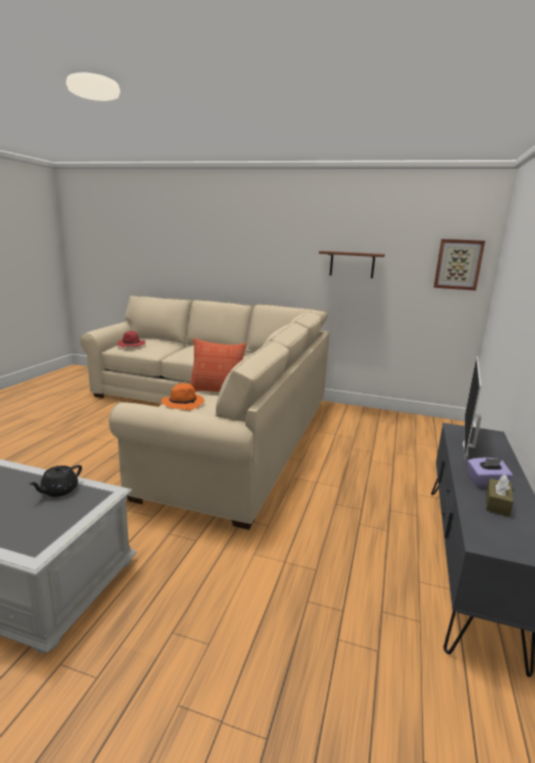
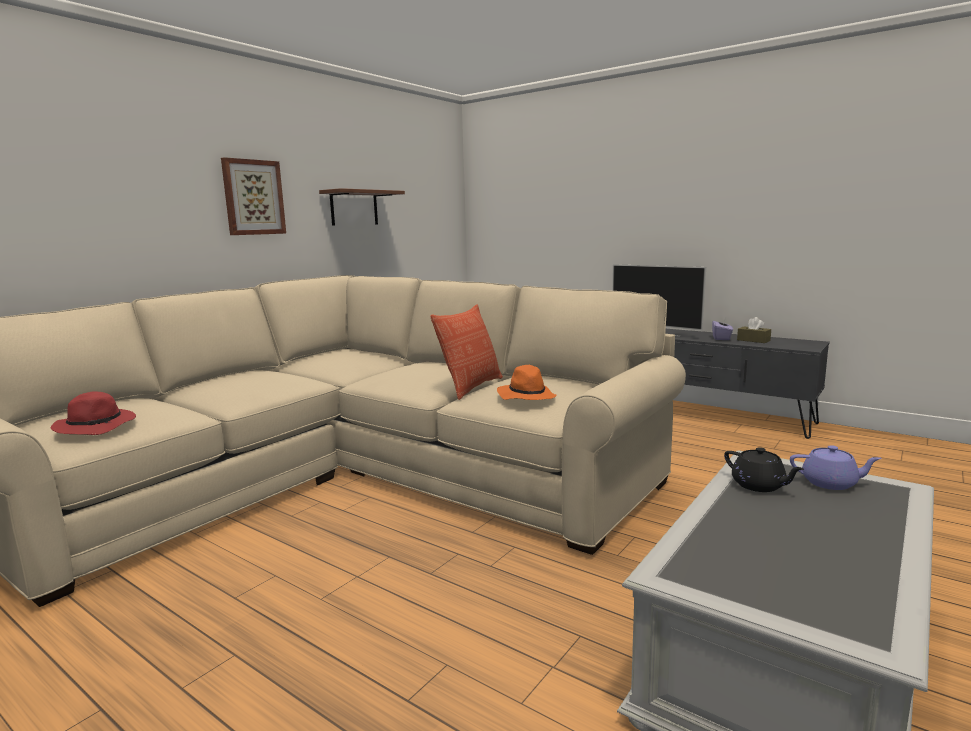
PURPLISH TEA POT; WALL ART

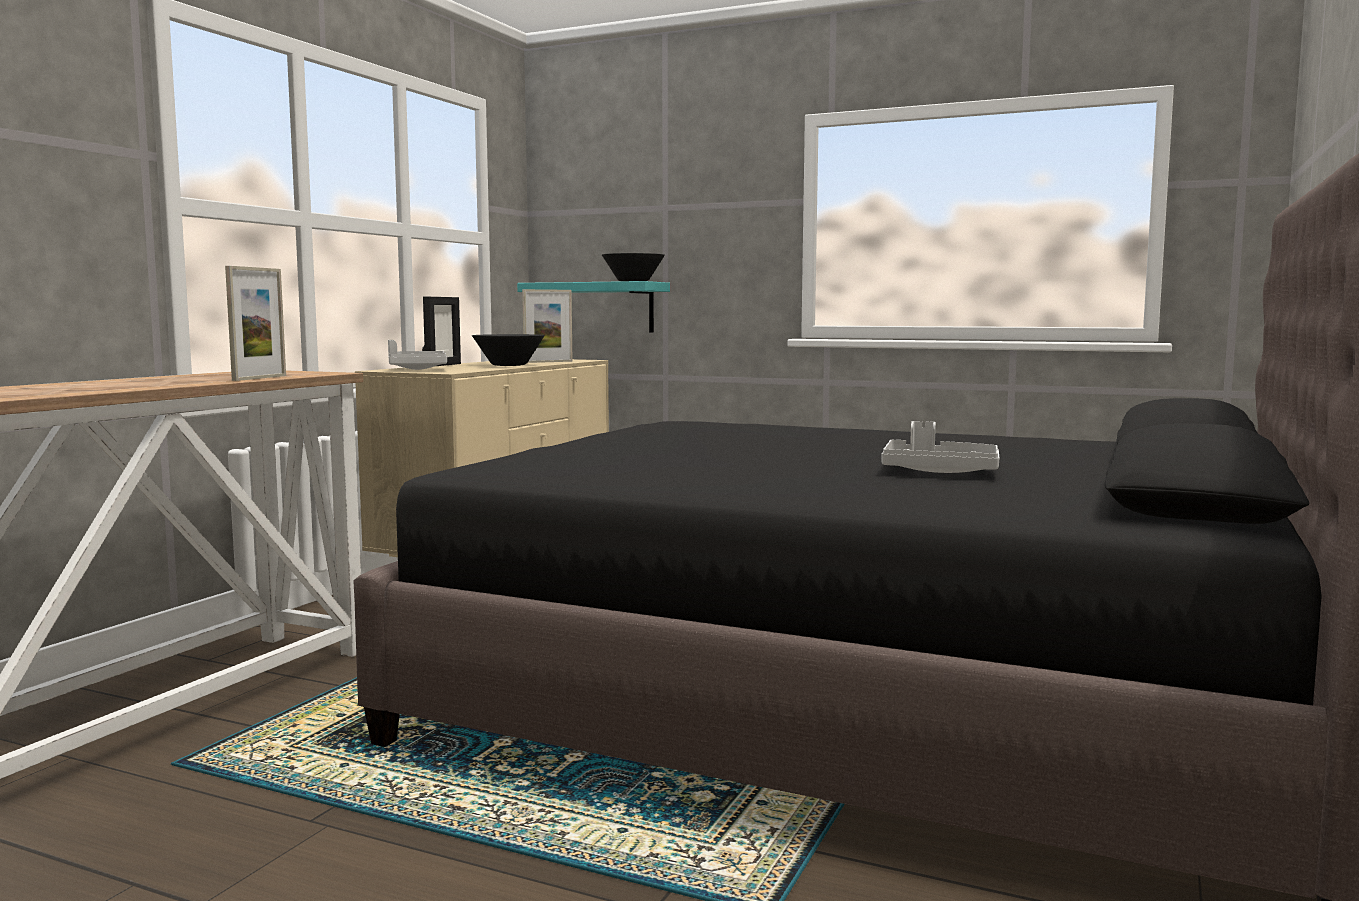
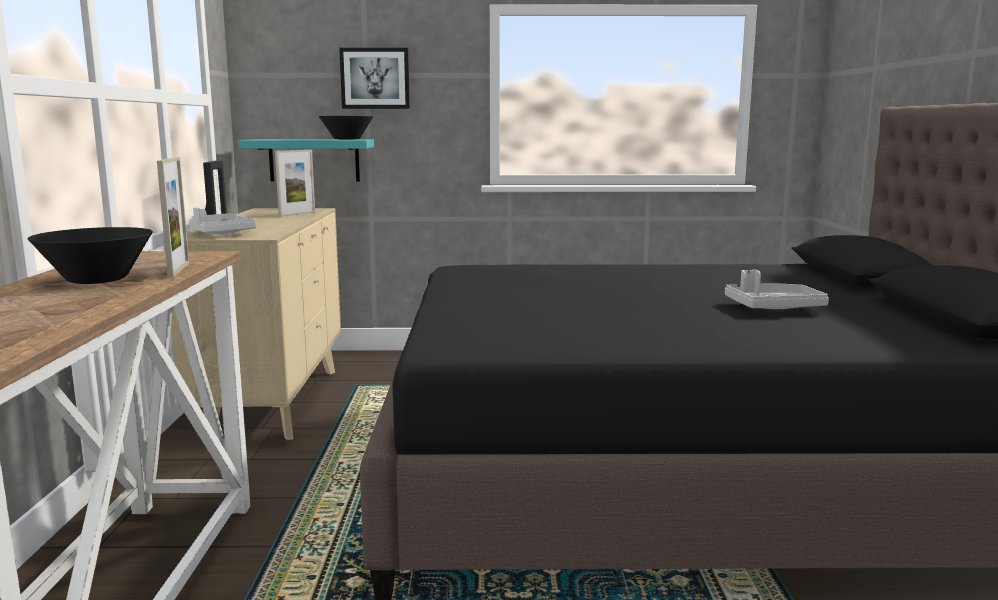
WALL ART; BLACK-COLOURED DEEP DISH (no. 1 from left)

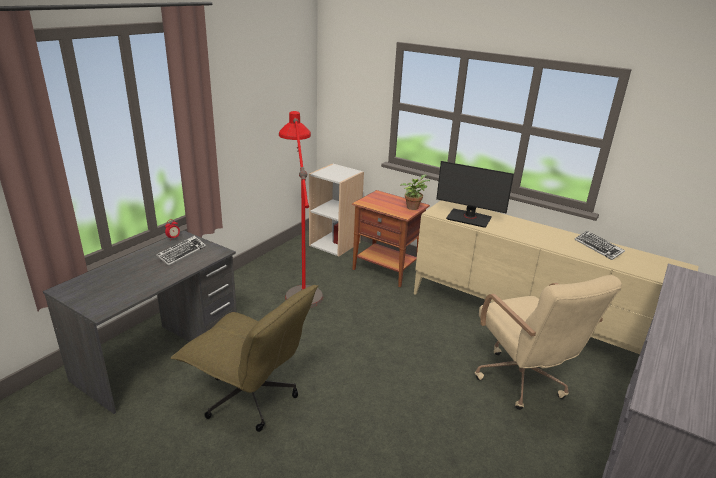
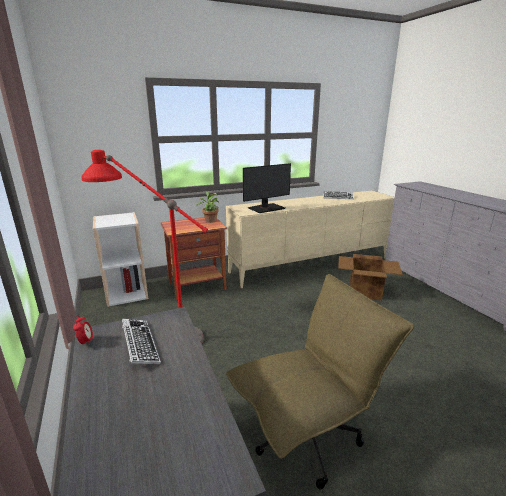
PACKING BOX

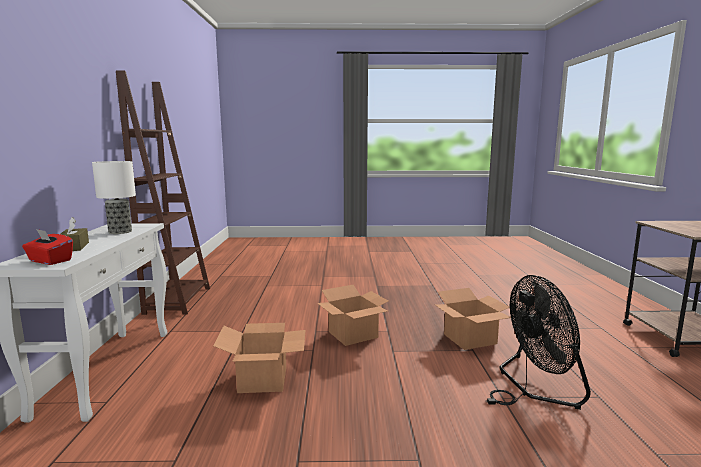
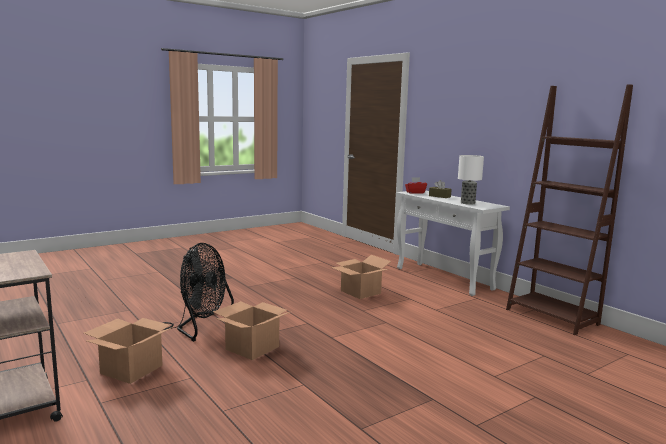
PACKING BOX (no. 1 from left); BLACK-COLOURED FAN

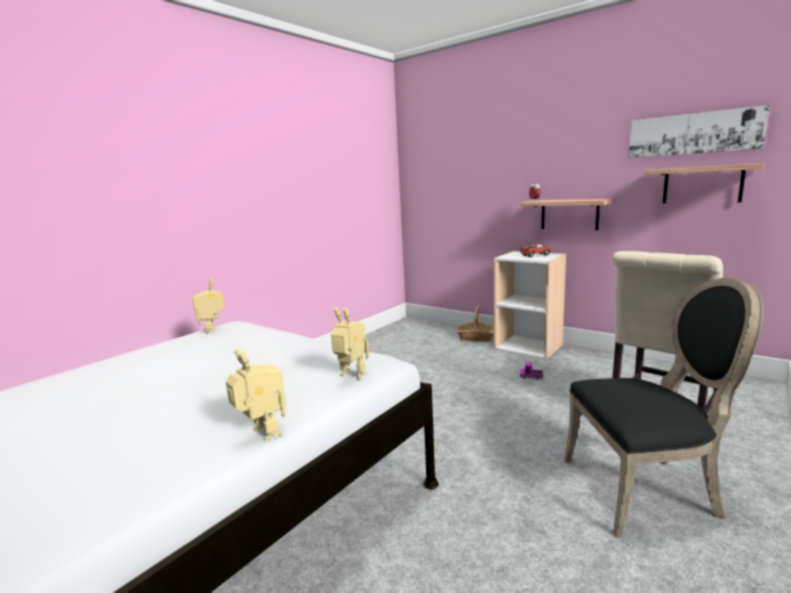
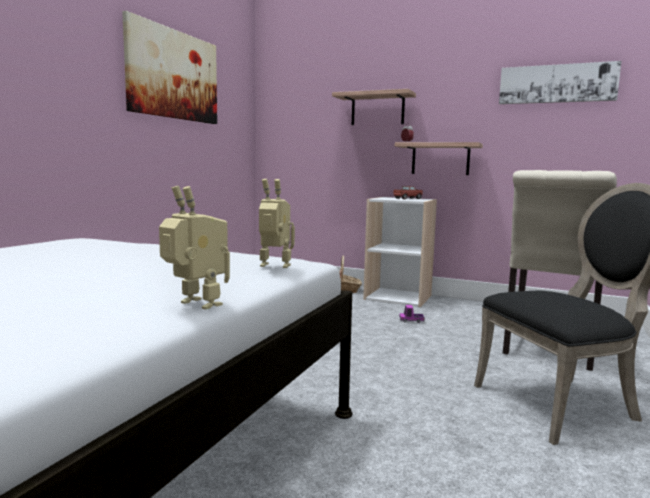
ROBOT FIGURE (no. 1 from left in the first image); WALL ART (no. 1 from left); SHELF (no. 1 from left)

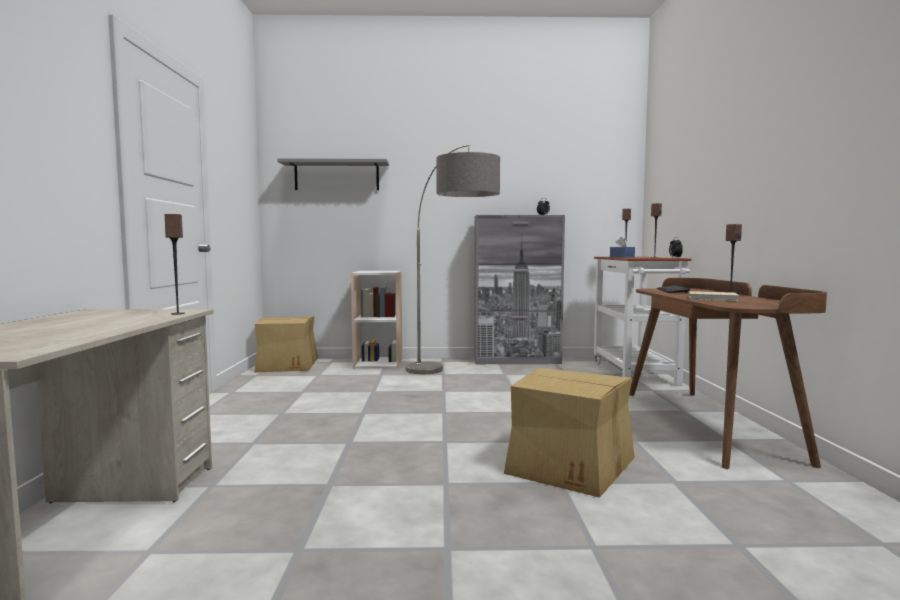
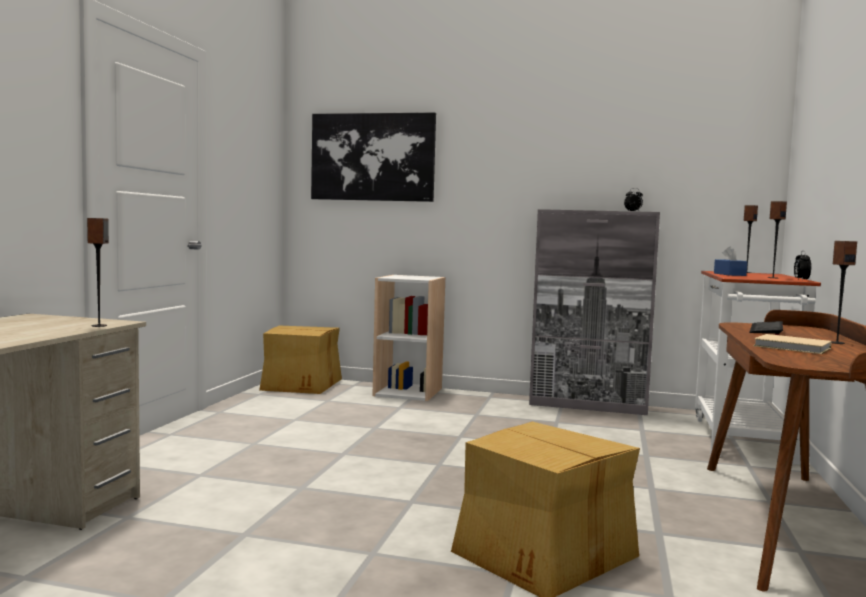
FLOOR LAMP; WALL ART

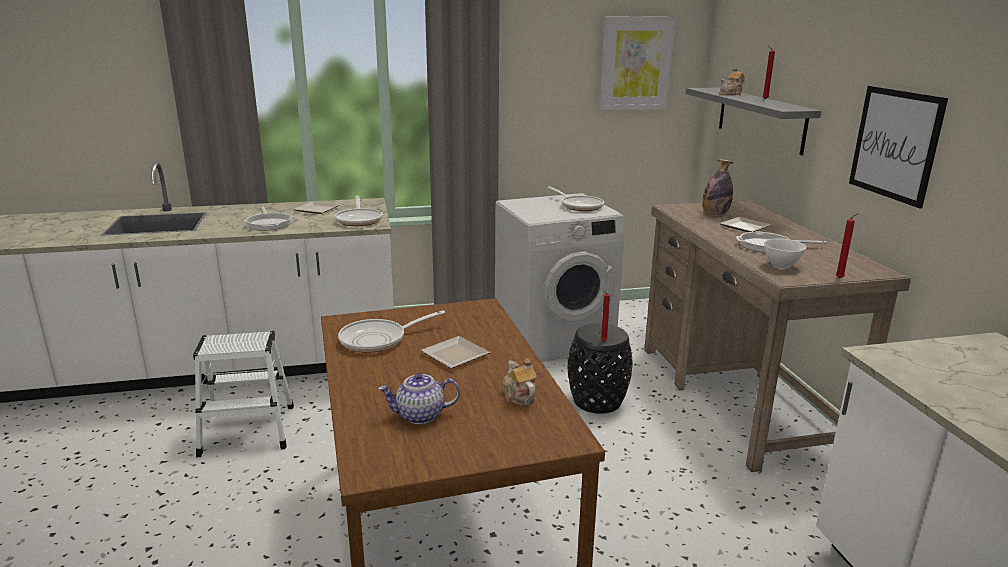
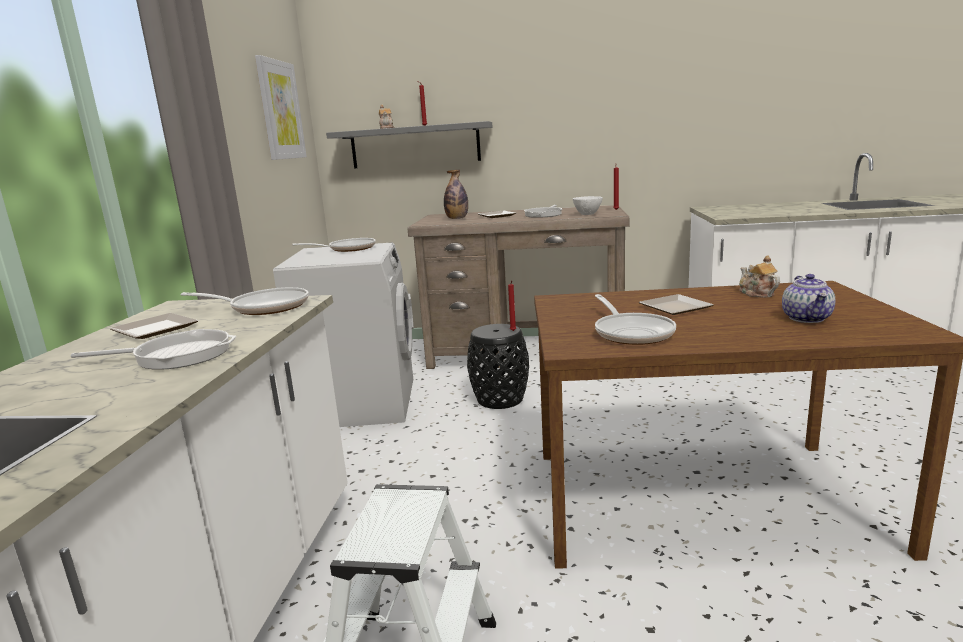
WALL ART (no. 2 from left in the first image); TEA POT (no. 2 from left)

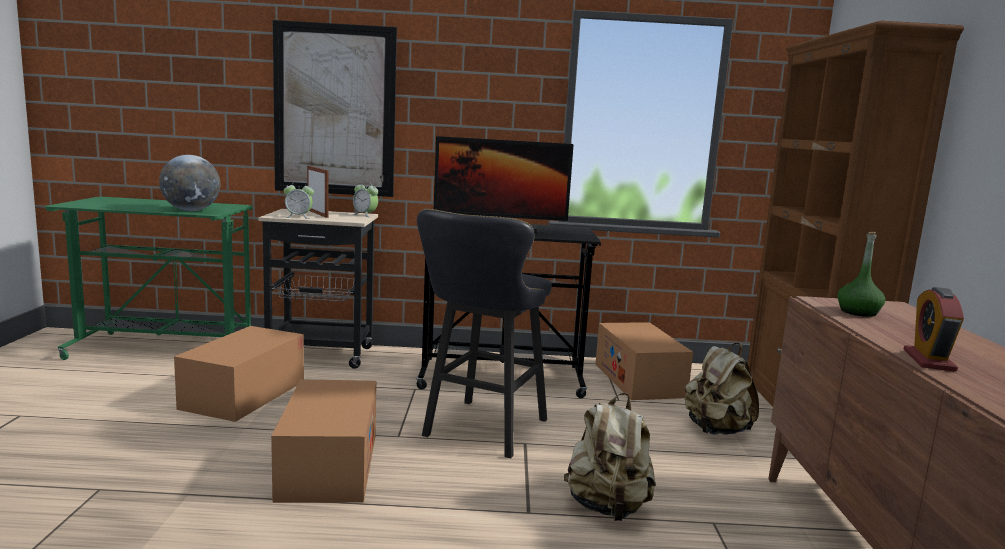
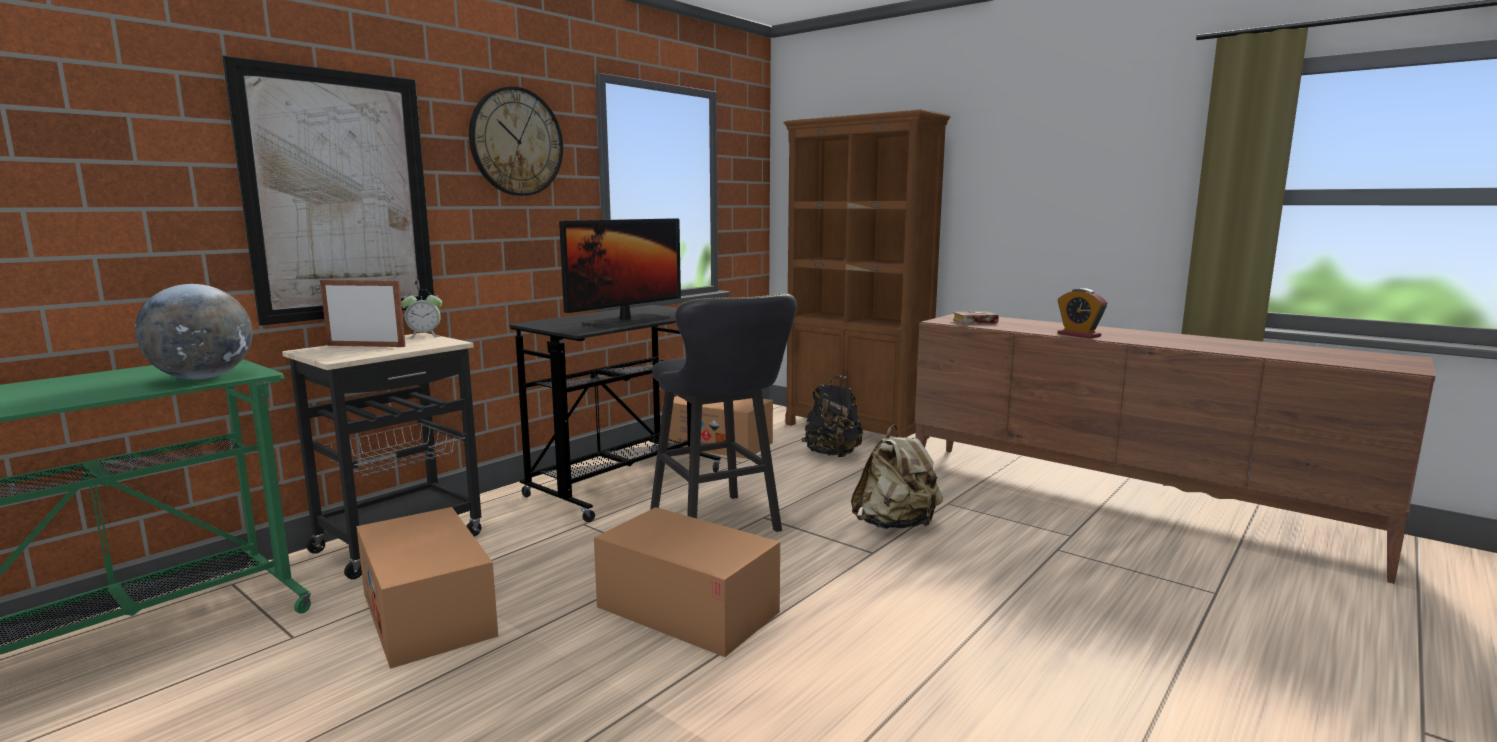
TABLE CLOCK (no. 1 from left in the first image); CLOCK ON THE WALL; VOLUME; BLACK-COLOURED KNAPSACK

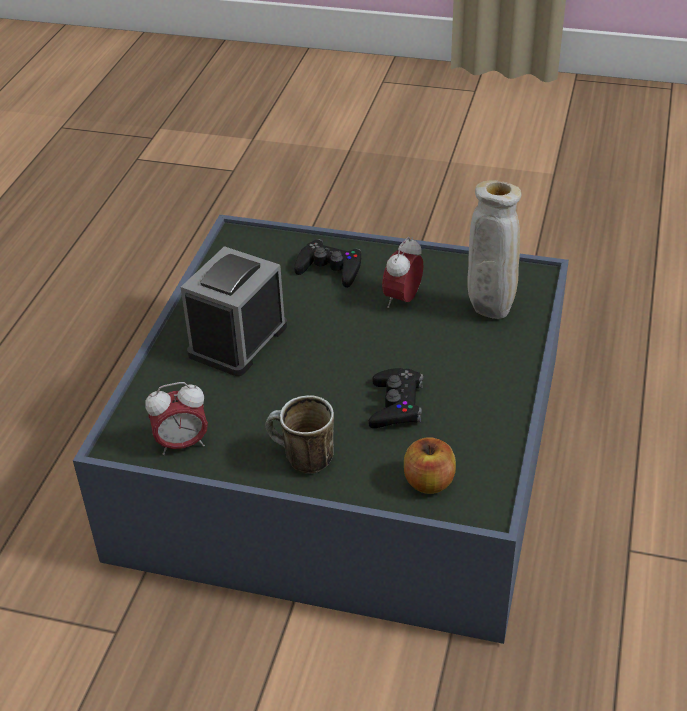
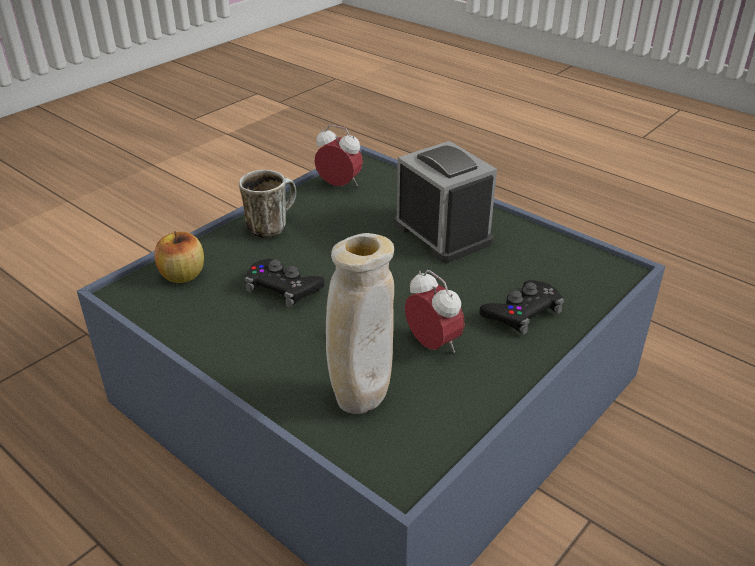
TABLE CLOCK (no. 1 from left)

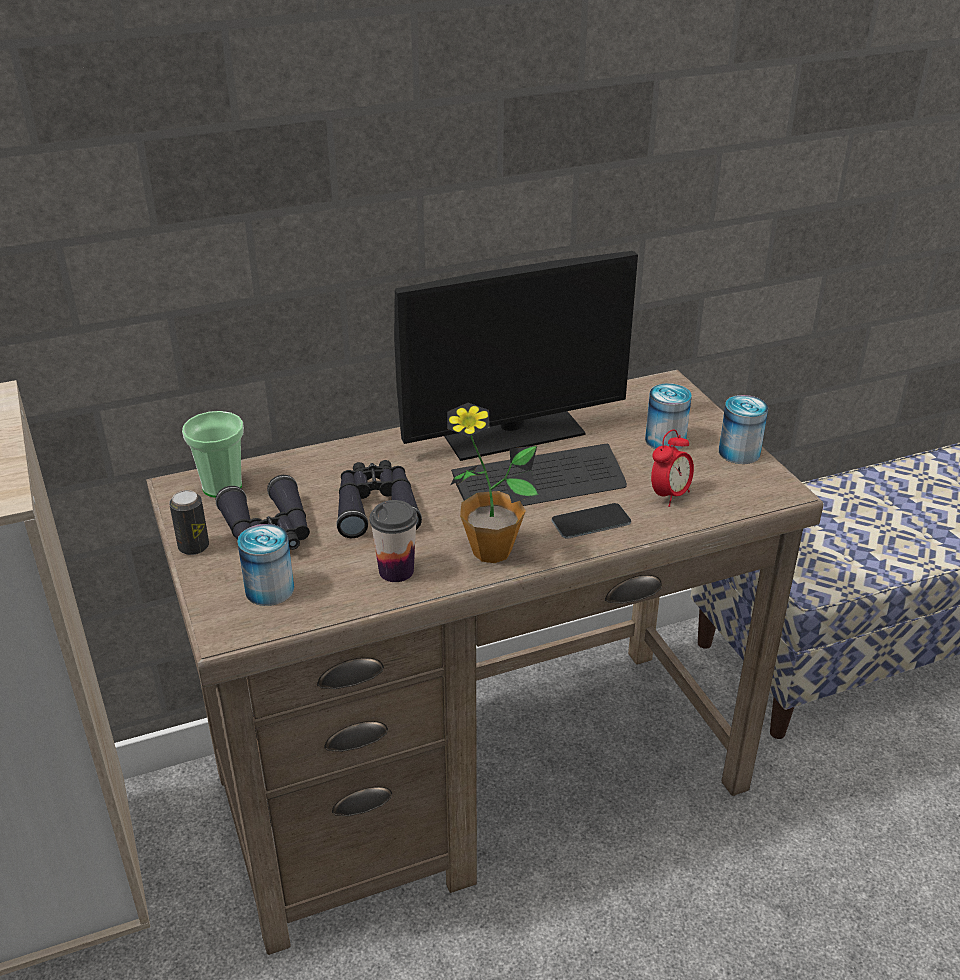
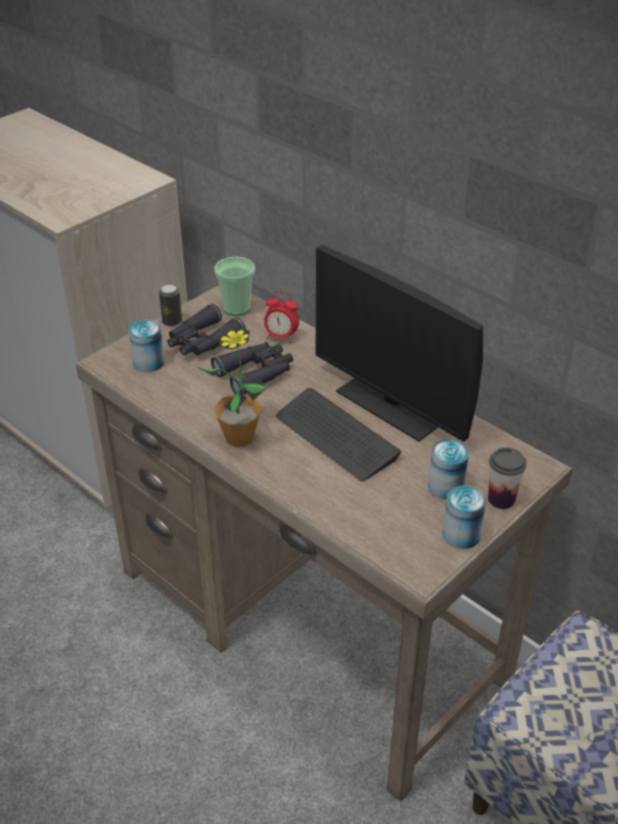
PHONE; SMALL CUP (no. 2 from left); TABLE CLOCK

